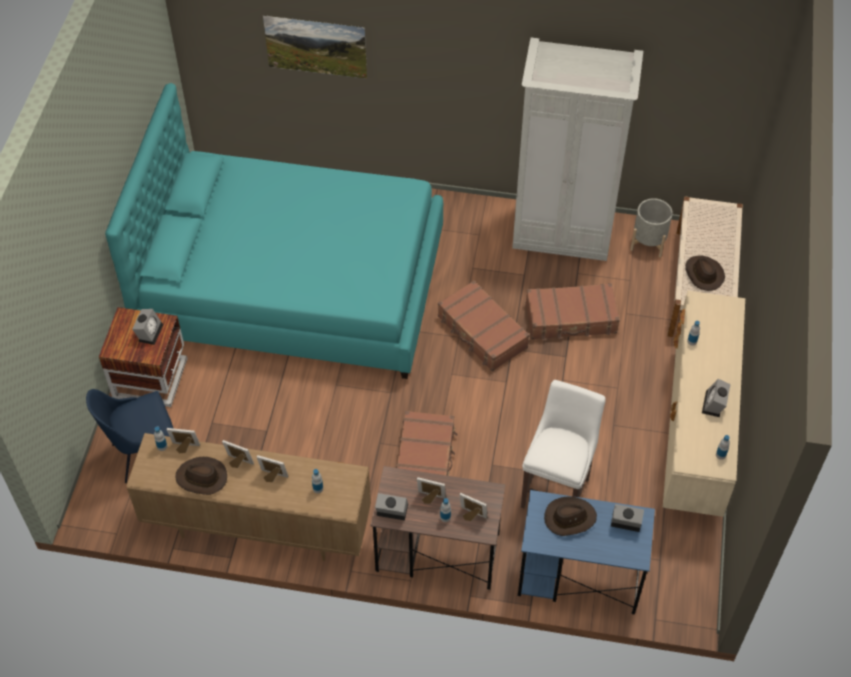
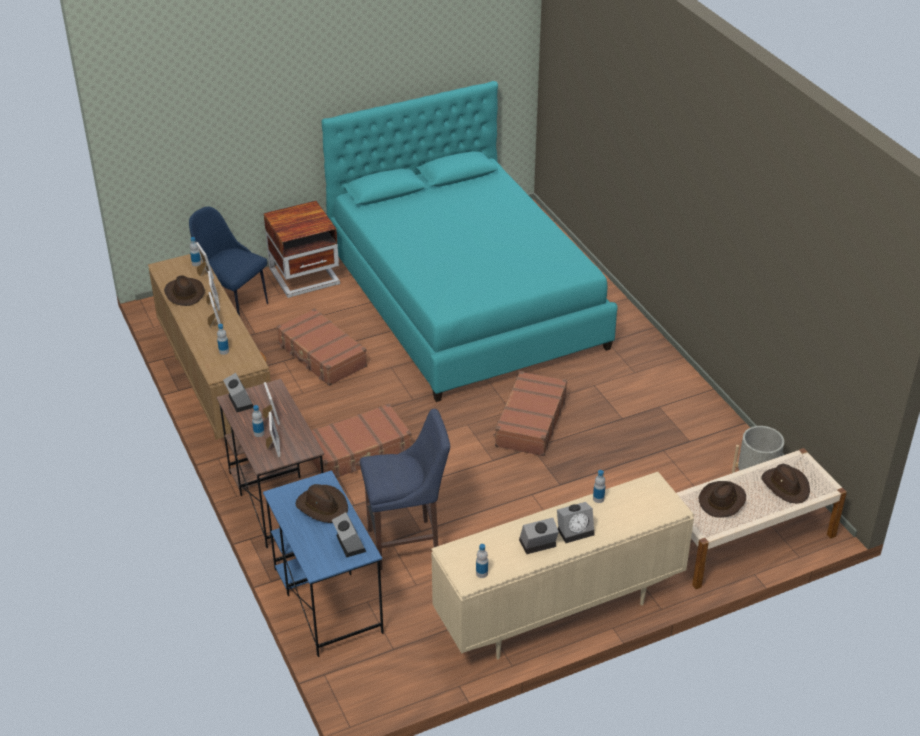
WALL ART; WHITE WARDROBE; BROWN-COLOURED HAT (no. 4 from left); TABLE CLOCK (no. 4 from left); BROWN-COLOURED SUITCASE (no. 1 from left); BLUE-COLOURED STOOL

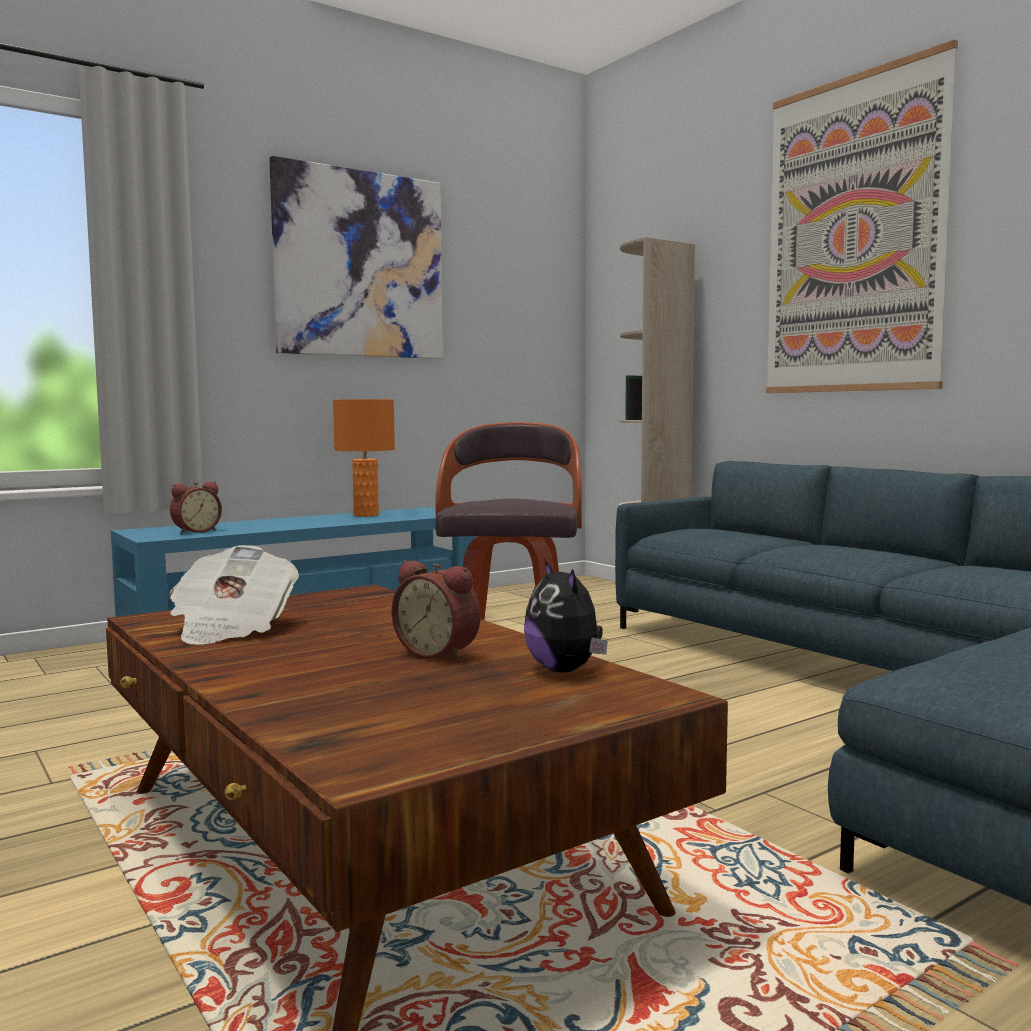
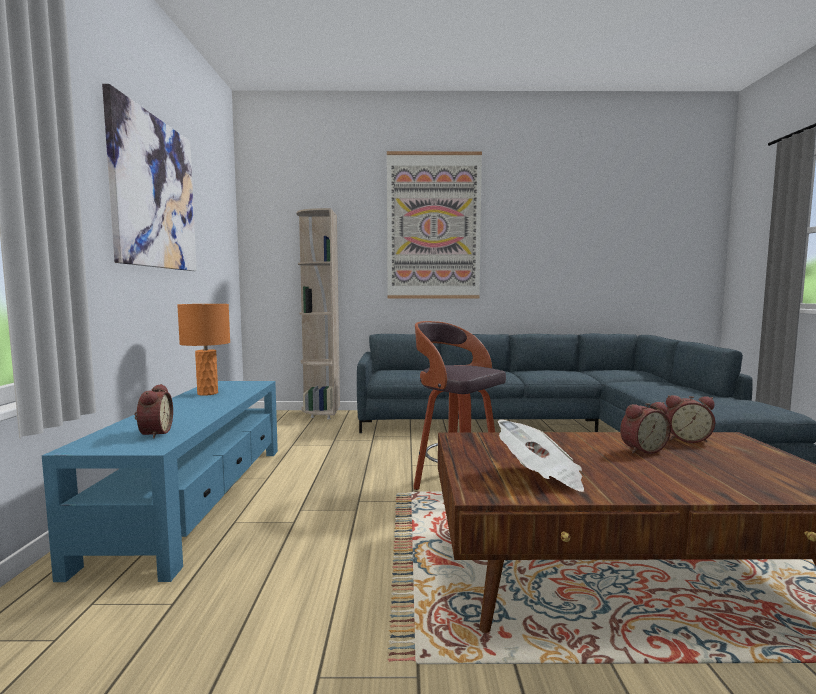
TABLE CLOCK (no. 3 from left)

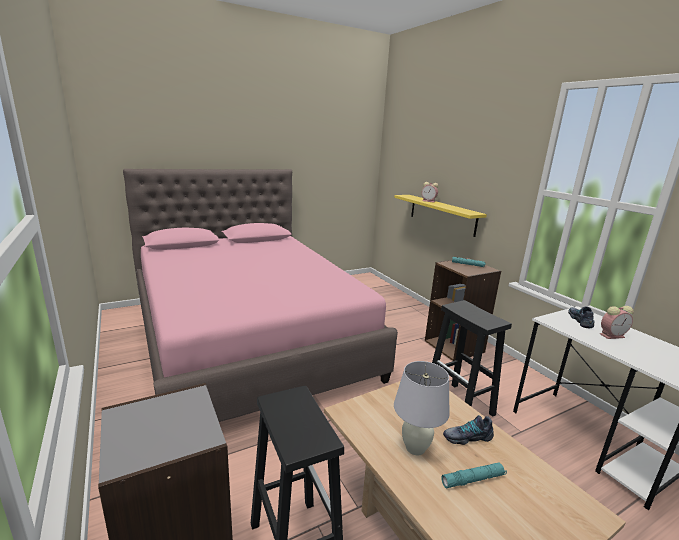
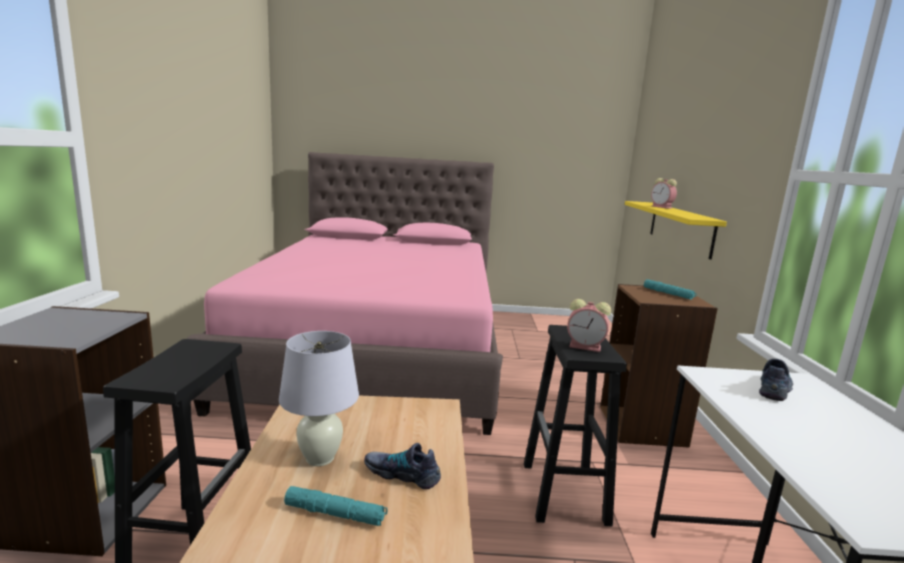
TABLE CLOCK (no. 1 from left)

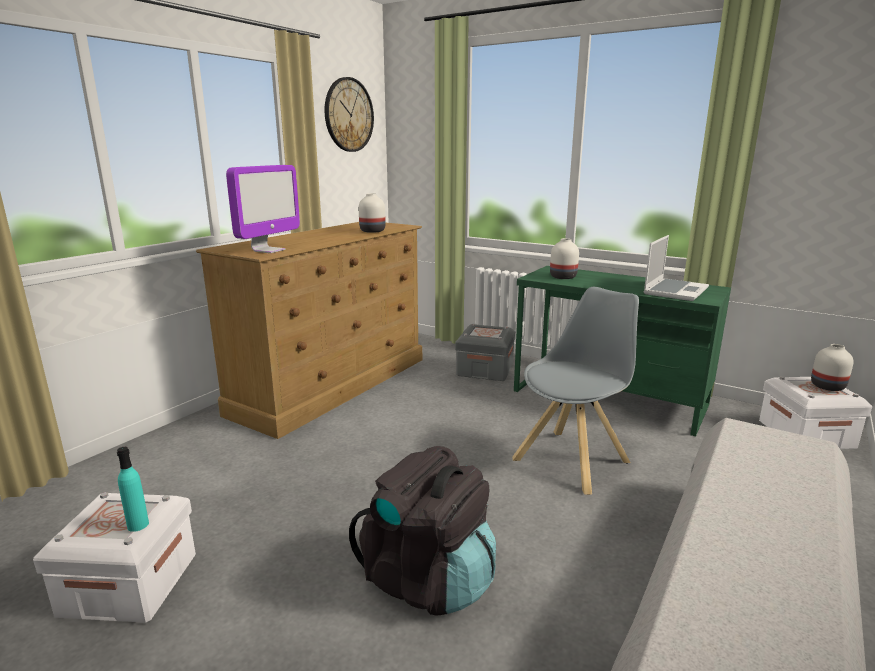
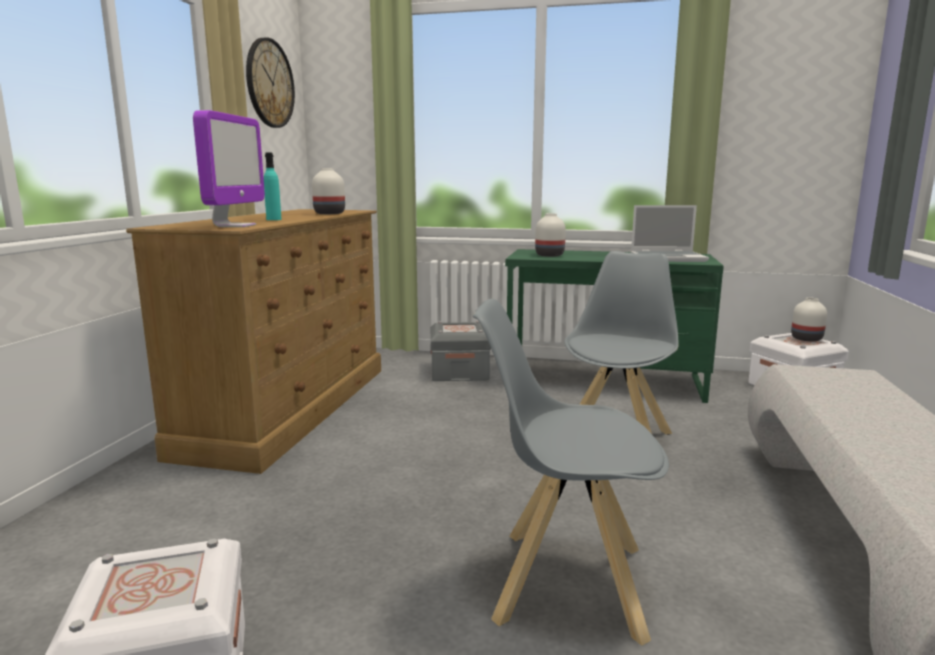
BLUE-GREEN BOTTLE; GREY UPRIGHT CHAIR (no. 1 from left); PORTABLE COMPUTER

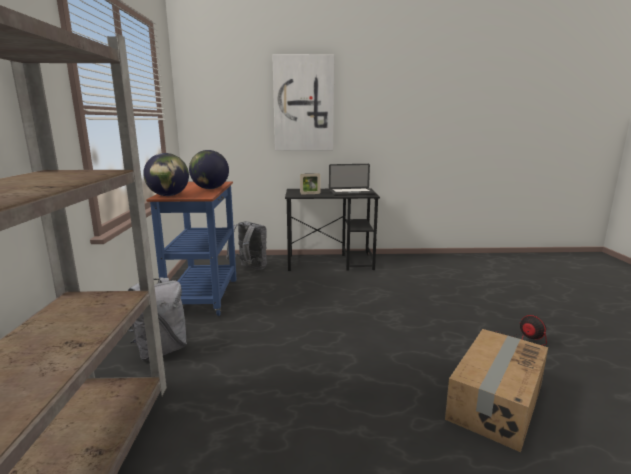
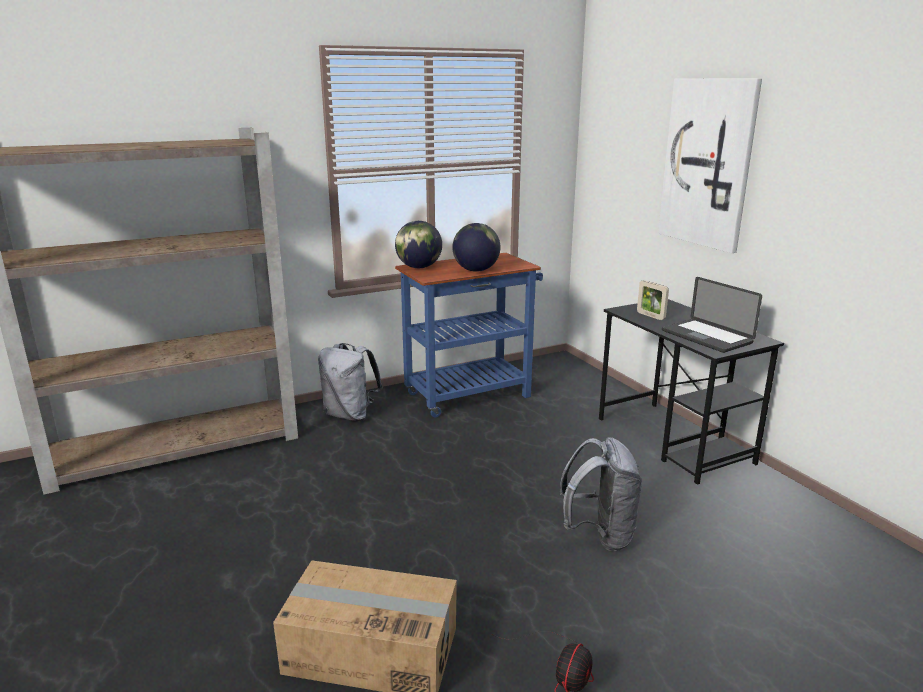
GREY KNAPSACK (no. 2 from left)

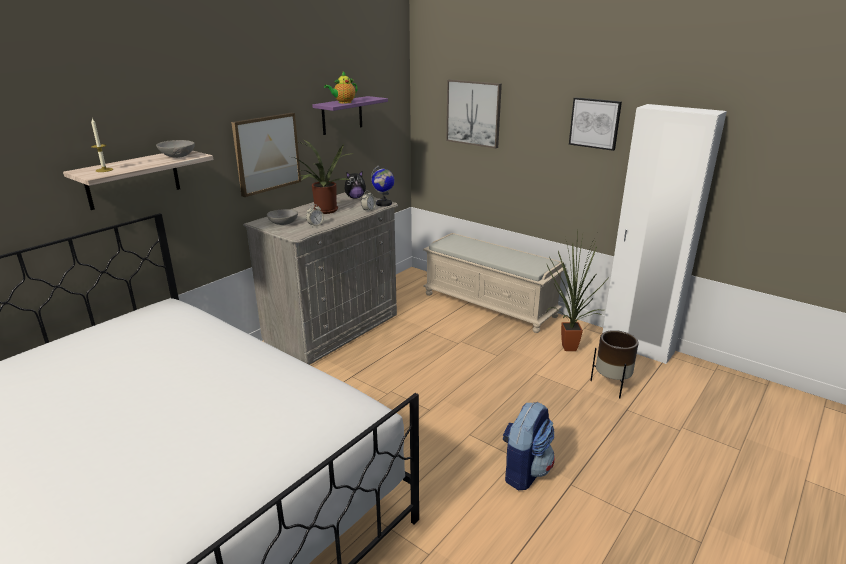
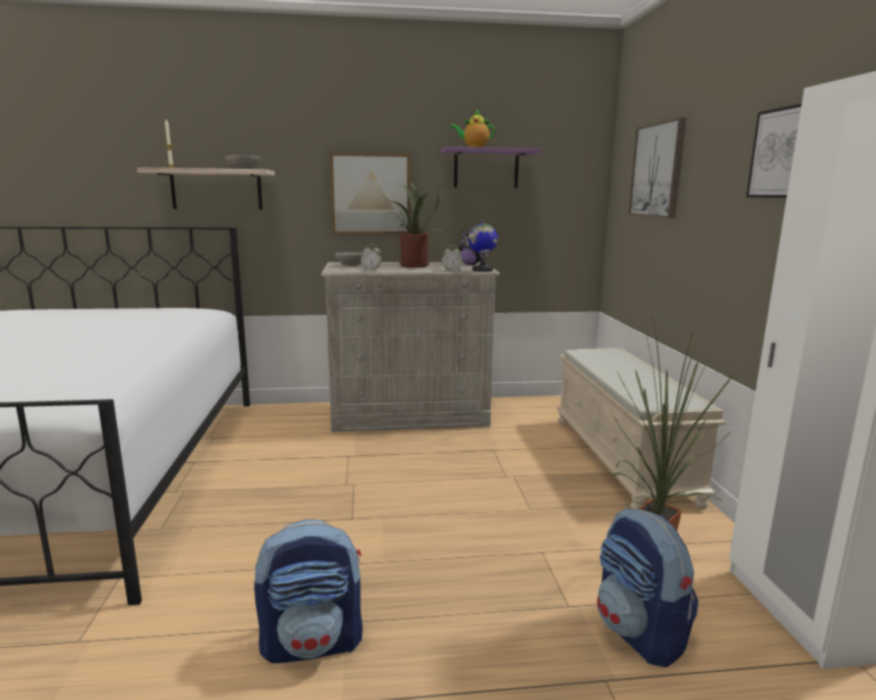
KNAPSACK (no. 2 from left)

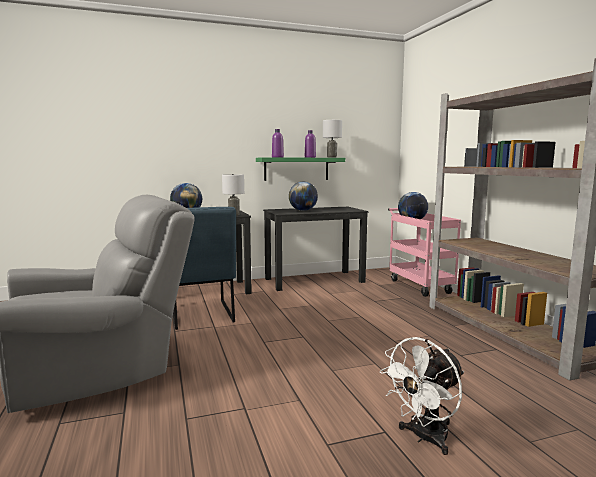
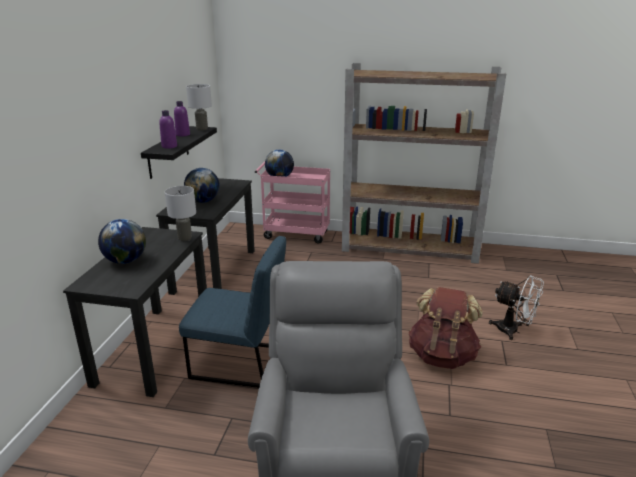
BROWN-COLOURED KNAPSACK; BLACK-COLOURED SHELF; WHITE FAN

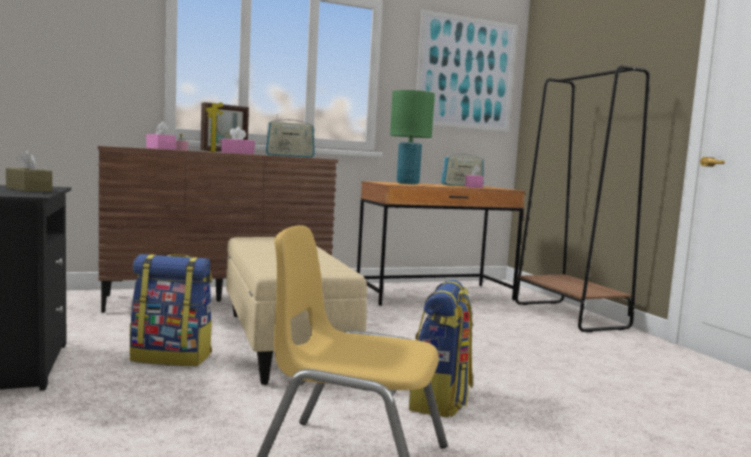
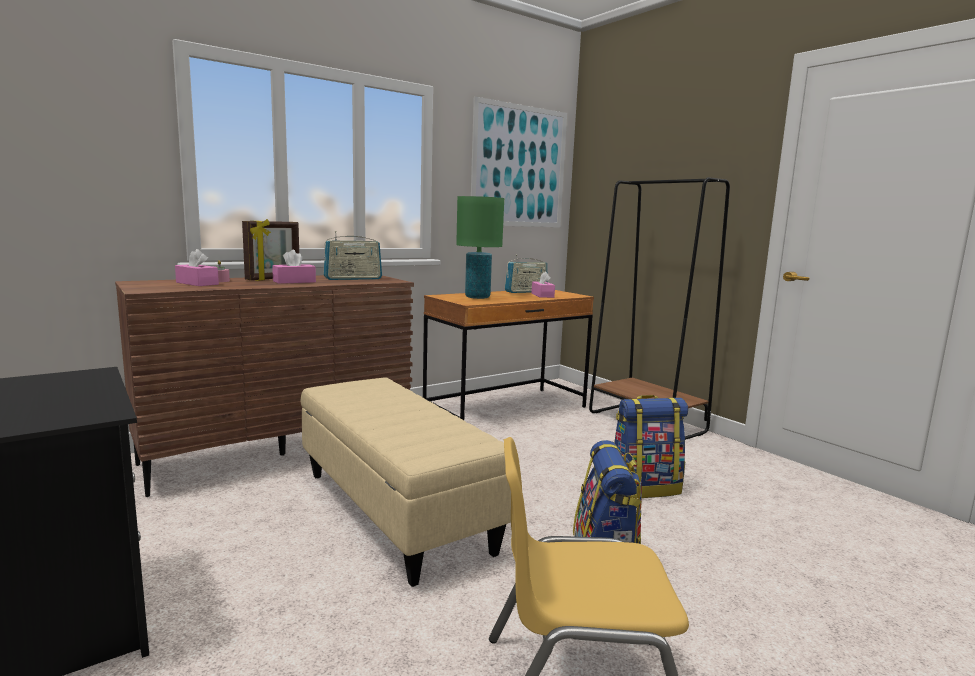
BROWN-COLOURED TISSUE HOLDER; KNAPSACK (no. 2 from left)

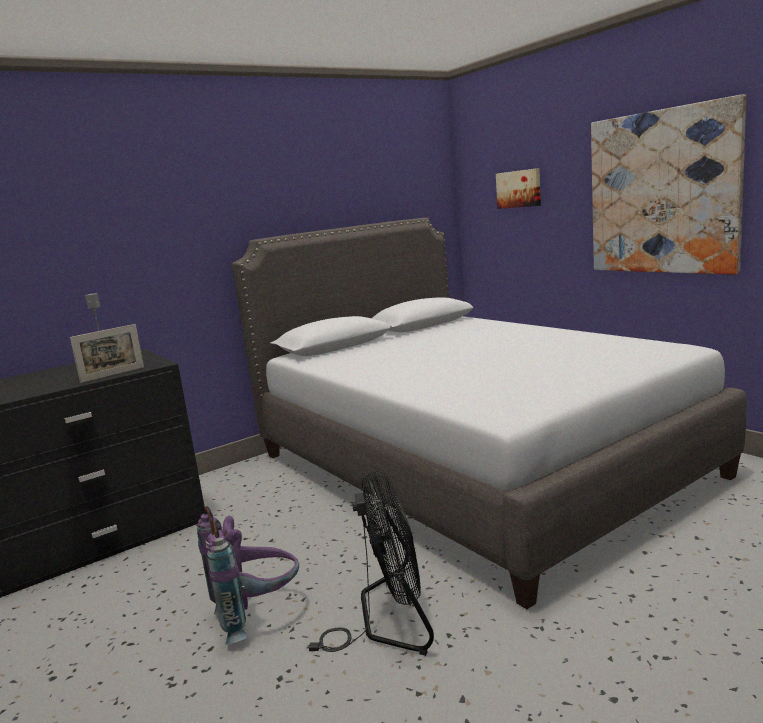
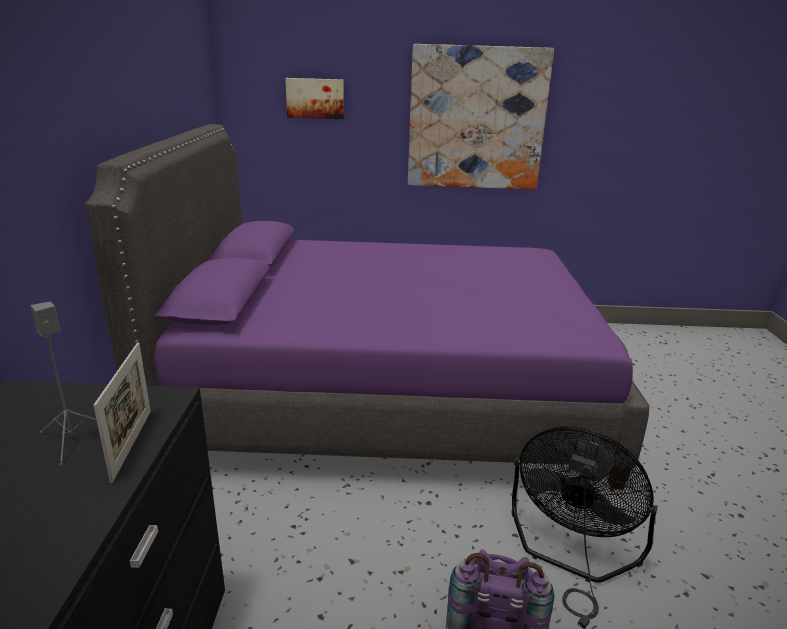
PURPLISH BED

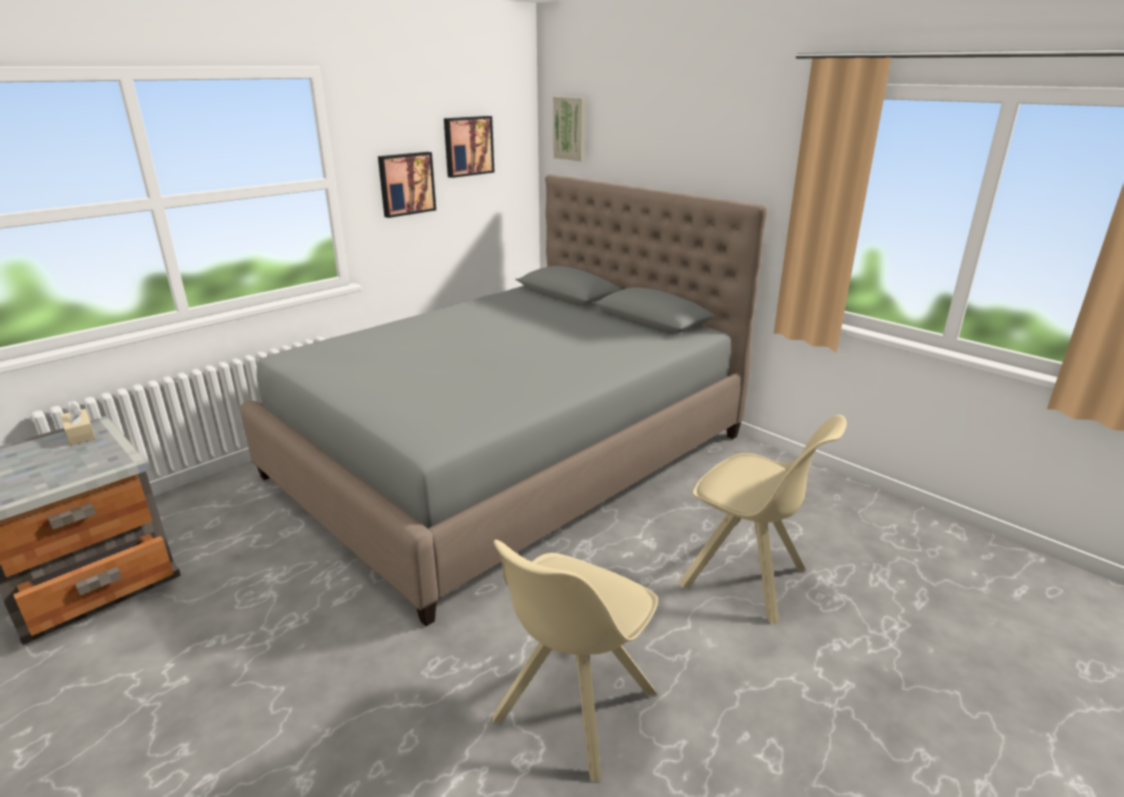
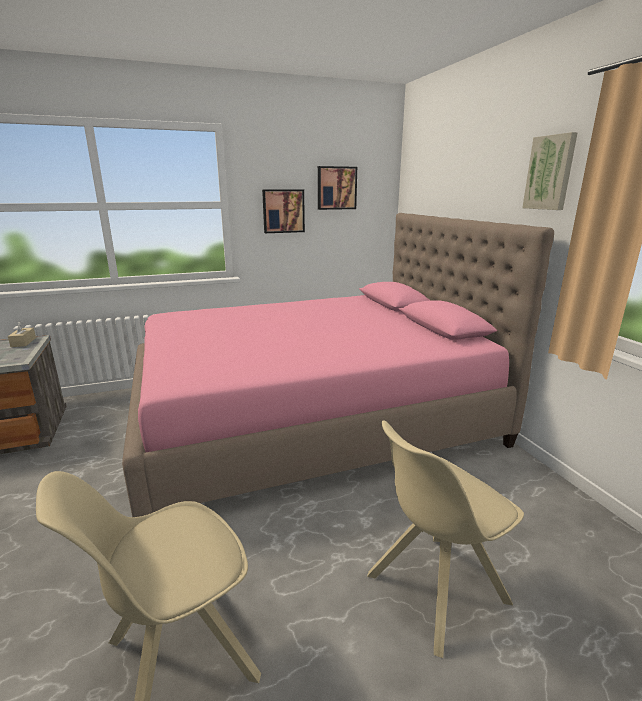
WALL ART (no. 3 from left); PINK-COLOURED BED; BEIGE UPRIGHT CHAIR (no. 2 from left)

